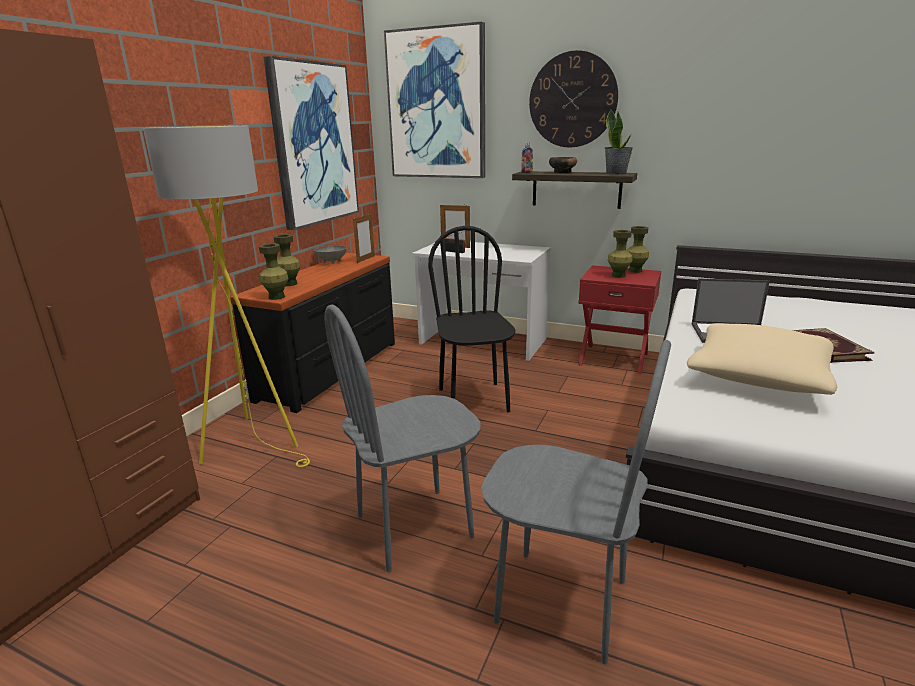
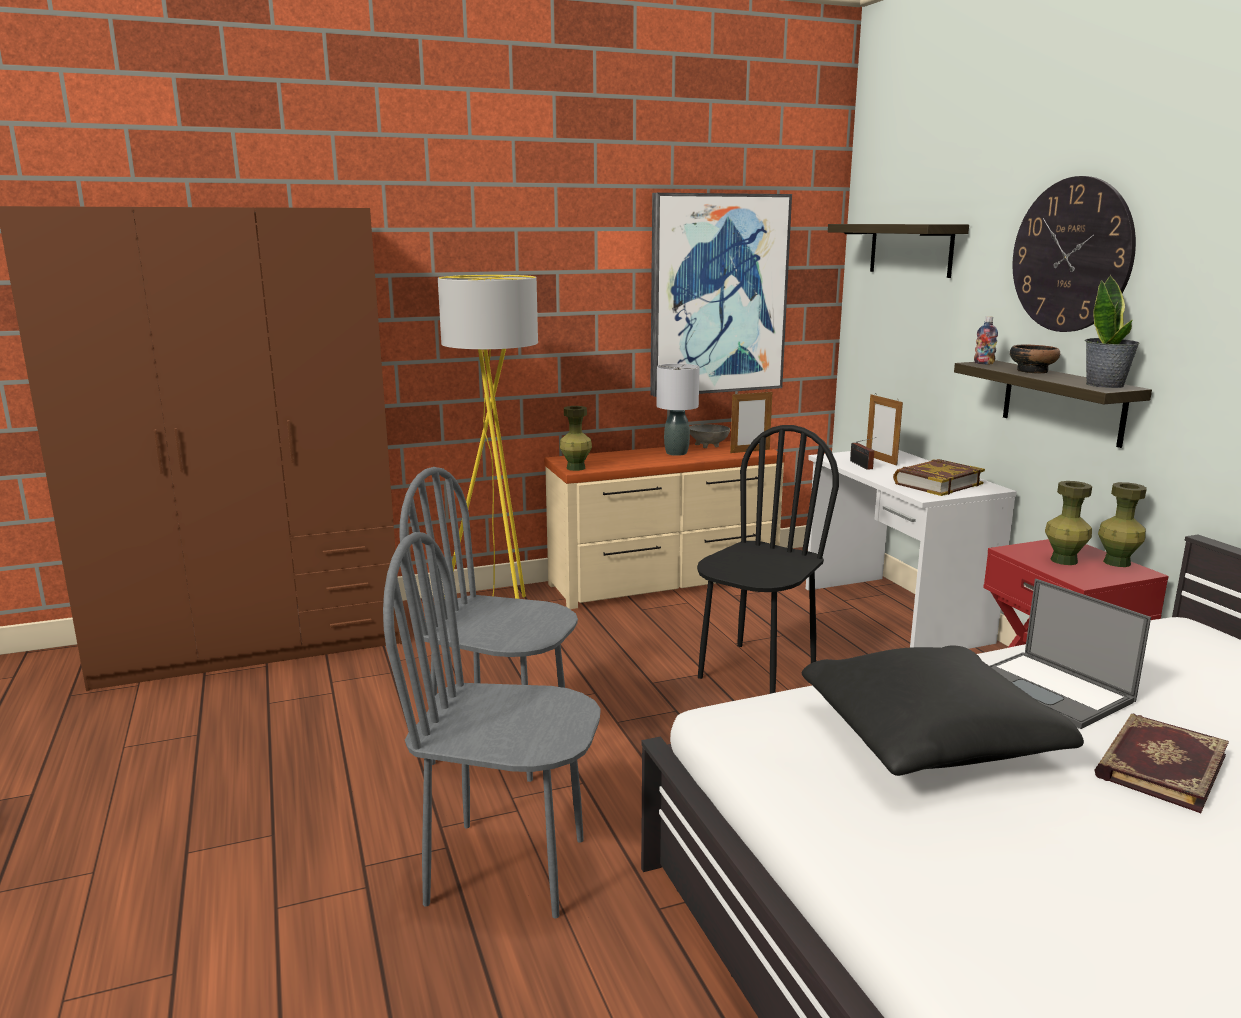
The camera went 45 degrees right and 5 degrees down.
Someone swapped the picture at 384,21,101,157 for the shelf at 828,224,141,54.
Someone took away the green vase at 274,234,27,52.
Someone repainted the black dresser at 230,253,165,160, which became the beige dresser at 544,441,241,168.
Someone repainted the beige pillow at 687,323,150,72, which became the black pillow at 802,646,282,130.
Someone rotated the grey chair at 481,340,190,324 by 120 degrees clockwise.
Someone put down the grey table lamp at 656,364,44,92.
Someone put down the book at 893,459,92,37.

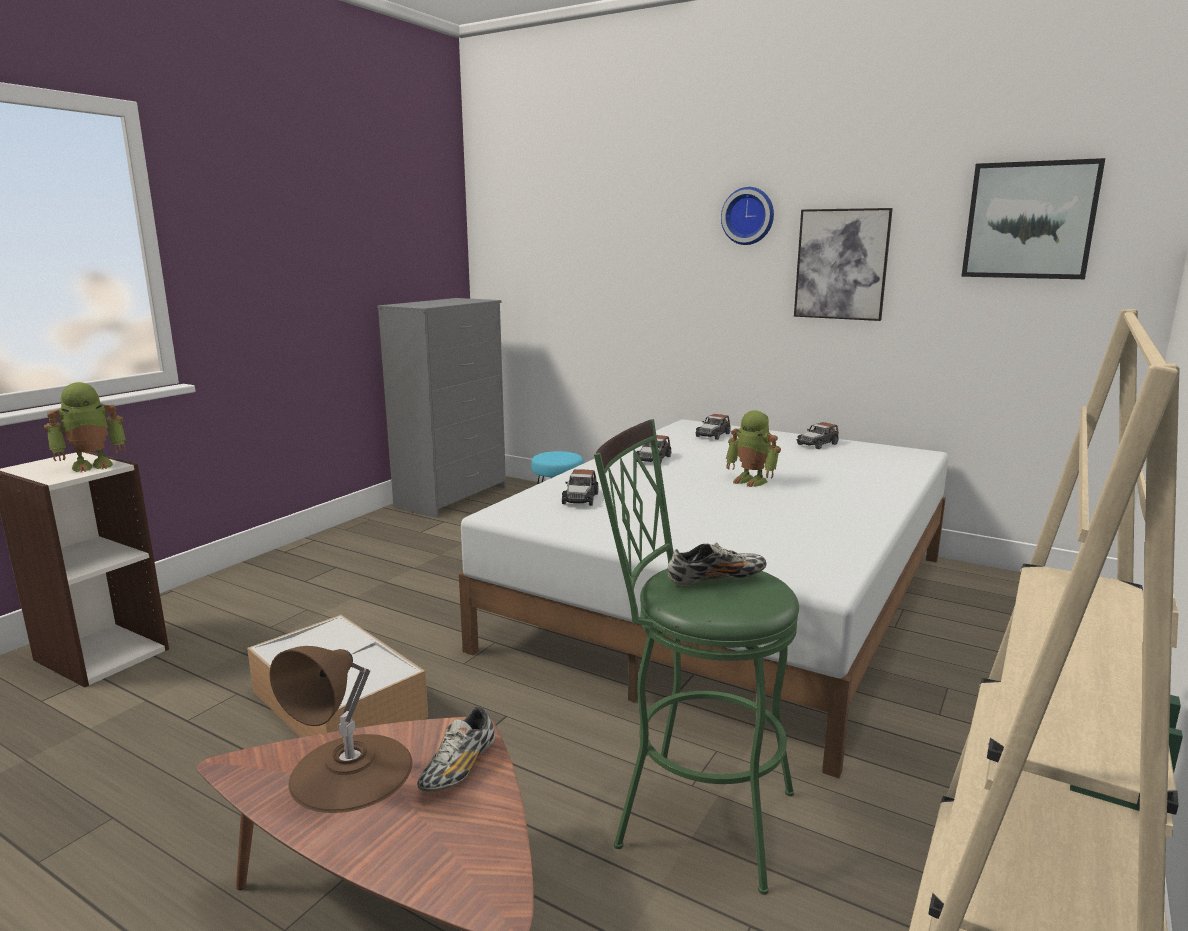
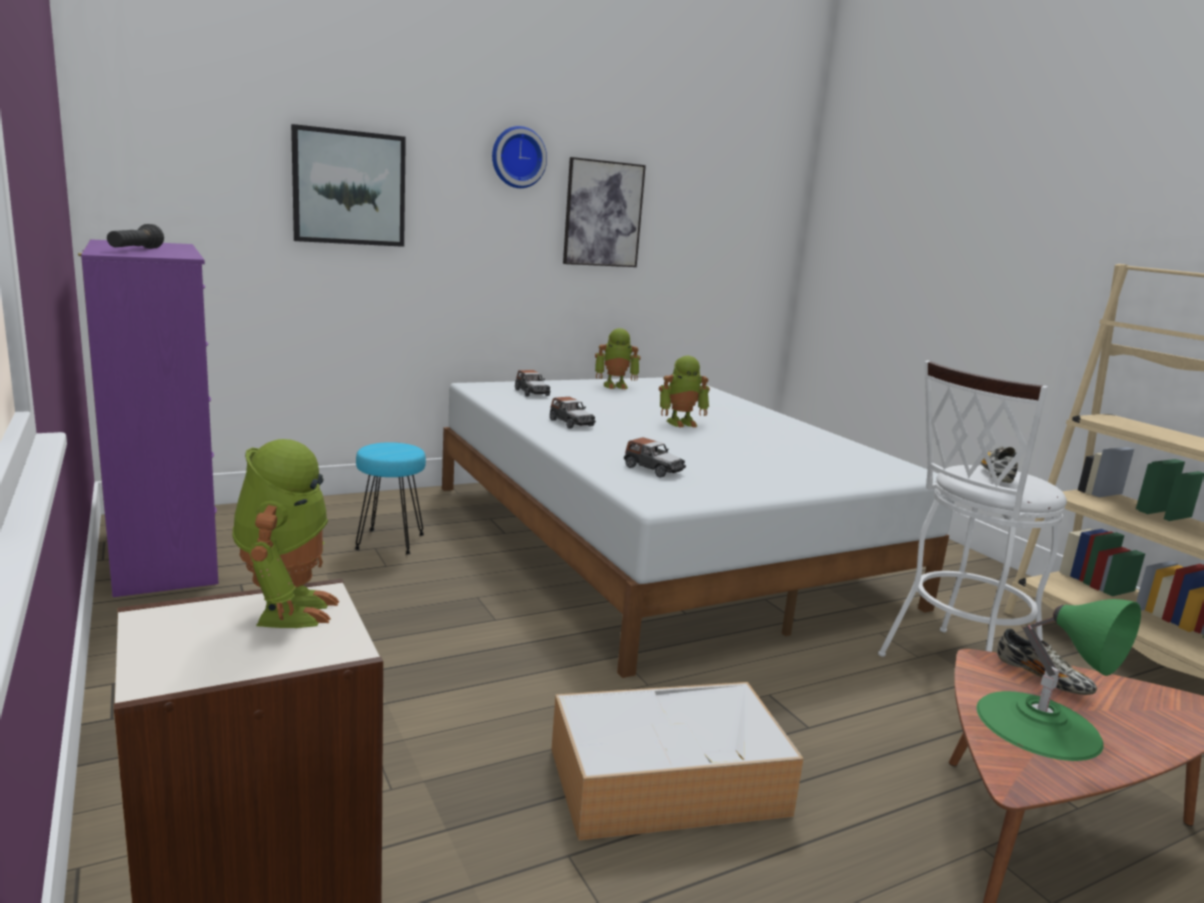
The camera went 60 degrees left and 0 degrees up.
Someone carried the picture from 961,158,144,121 to 291,124,115,123.
Someone repainted the grey dresser at 377,298,129,220, which became the purple dresser at 78,239,141,358.
Someone repainted the green stool at 594,419,205,476, which became the white stool at 878,360,189,297.
Someone swapped the toy car at 796,422,43,27 for the toy robot at 595,328,45,62.
Someone repainted the brown table lamp at 269,646,144,167, which became the green table lamp at 977,599,164,162.
Someone put down the black flashlight at 107,224,57,25.

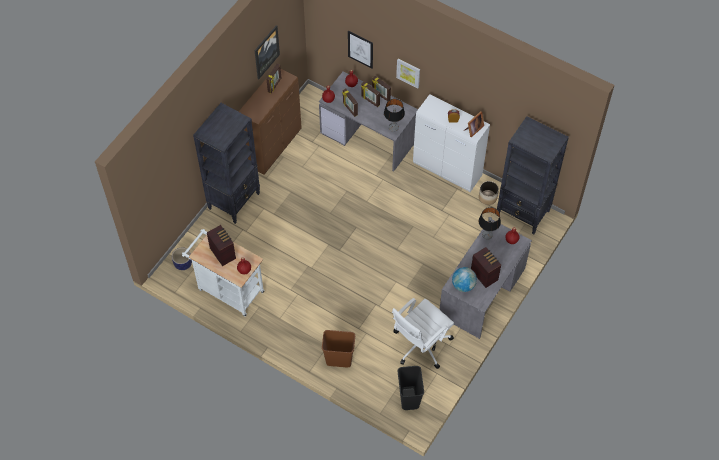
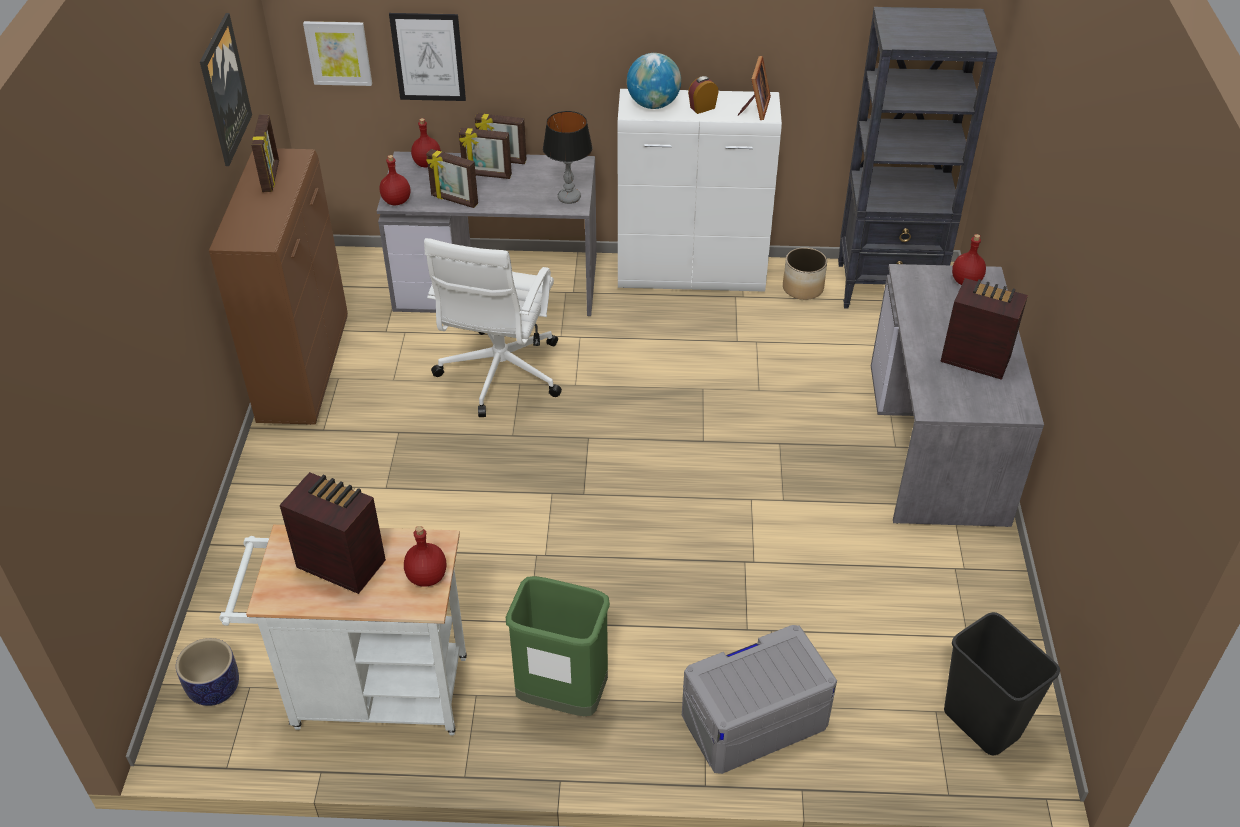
The camera went 30 degrees left and 15 degrees down.
Someone carried the picture from 396,59,24,30 to 303,21,69,65.
Someone took away the black bookcase at 193,103,67,121.
Someone took away the table lamp at 479,207,22,33.
Someone carried the globe from 452,267,25,25 to 627,53,54,56.
Someone carried the white office chair from 392,298,62,71 to 424,238,138,179.
Someone swapped the brown trash can at 322,330,33,38 for the grey storage box at 682,625,155,149.
Someone put down the green trash can at 506,576,104,140.

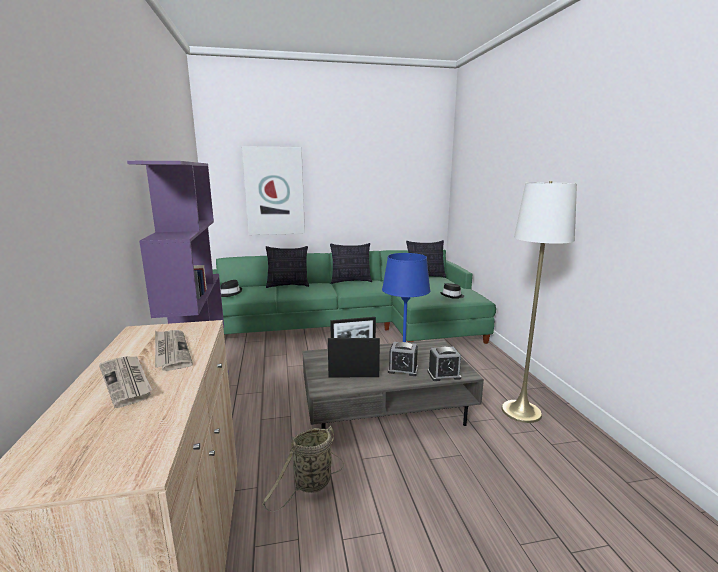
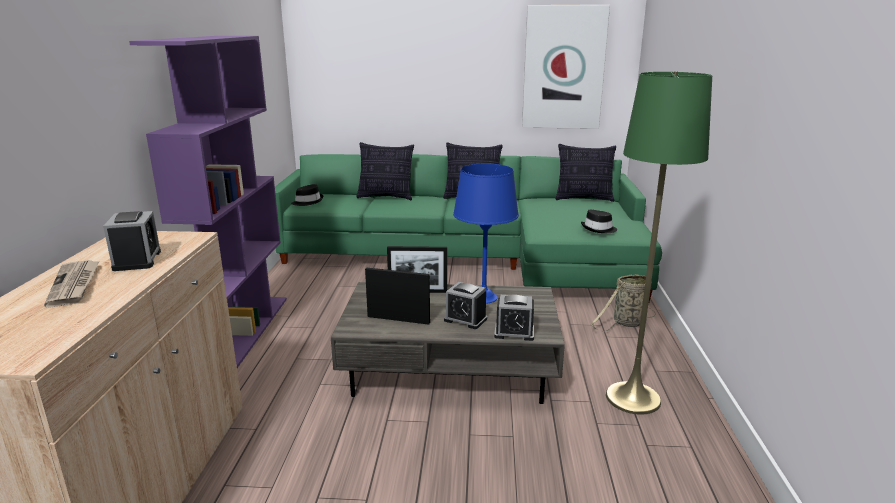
The camera went 15 degrees right and 5 degrees up.
Someone carried the picture from 242,146,63,89 to 522,5,88,124.
Someone repainted the white floor lamp at 502,181,75,242, which became the green floor lamp at 606,71,106,344.
Someone swapped the newspaper at 155,330,38,41 for the alarm clock at 103,211,58,60.
Someone carried the basket from 261,426,83,86 to 591,274,65,58.

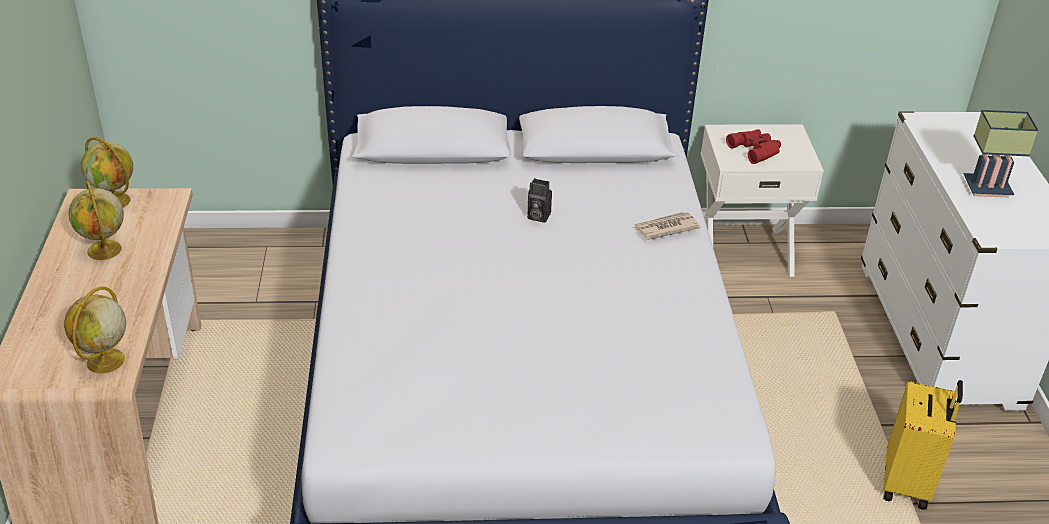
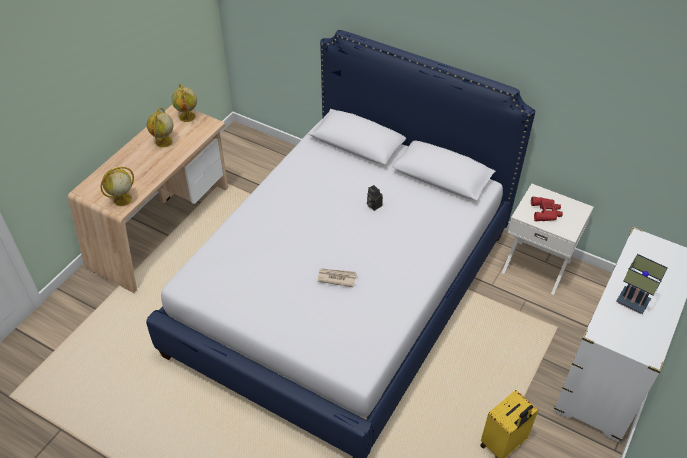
The camera went 35 degrees right and 10 degrees up.
Someone carried the newspaper from 632,212,69,28 to 317,268,40,19.

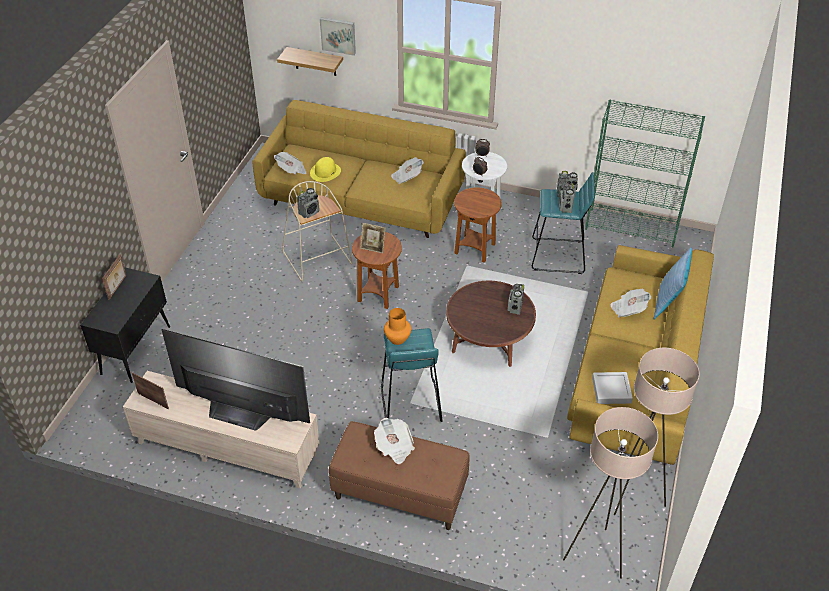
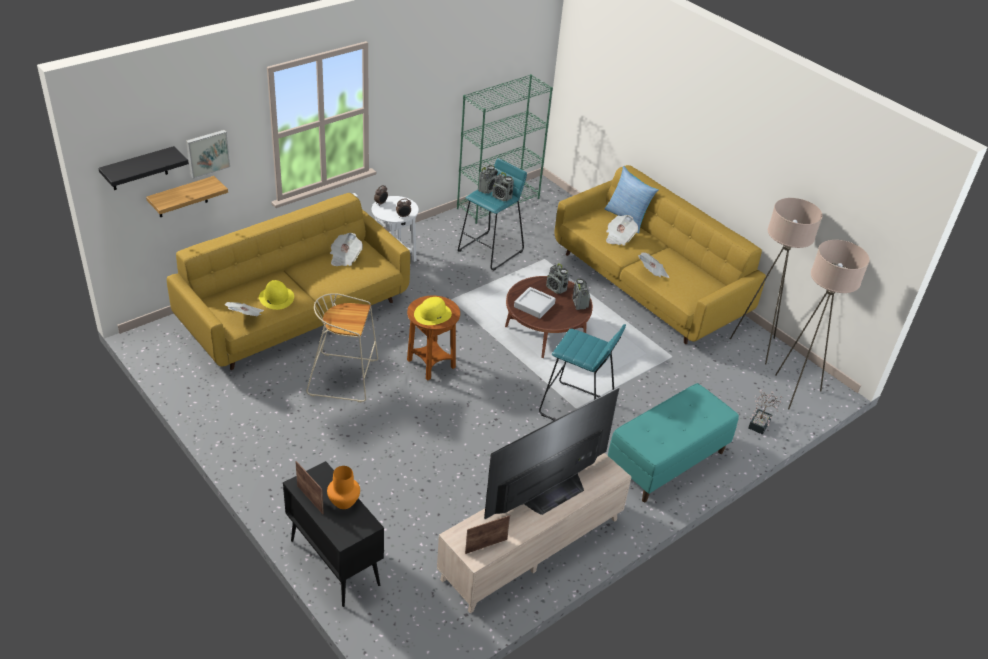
The camera went 60 degrees left and 5 degrees down.
Someone carried the radio from 297,188,23,30 to 572,278,18,32.
Someone took away the brown side table at 454,188,48,75.
Someone swapped the picture frame at 360,223,26,30 for the yellow hat at 414,297,38,28.
Someone carried the orange vase from 384,308,27,37 to 327,466,33,43.
Someone carried the grey tray from 592,372,41,32 to 514,287,42,32.
Someone carried the newspaper from 374,417,41,47 to 638,253,31,25.
Someone repainted the brown bench at 329,421,141,109, which became the turquoise bench at 608,383,131,119.
Someone put up the black shelf at 98,146,91,44.
Someone put down the potted plant at 748,389,35,46.

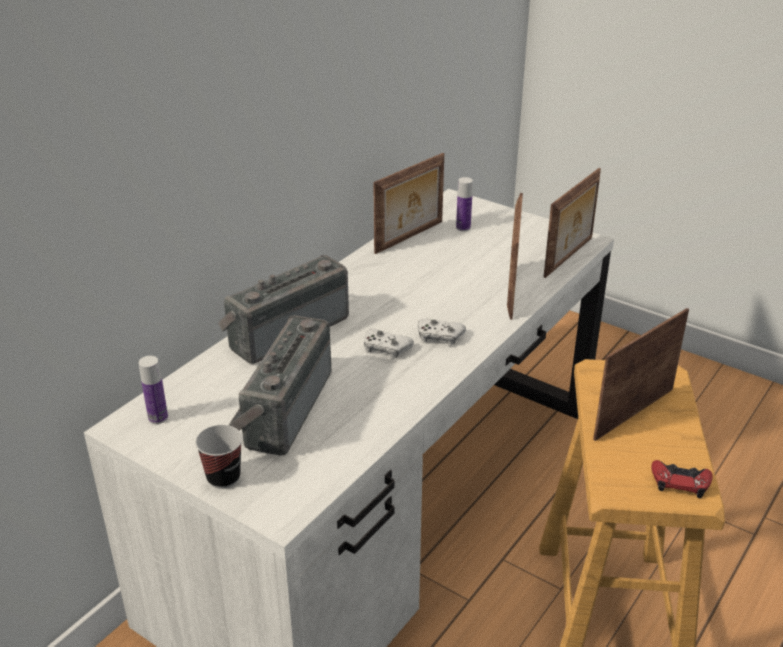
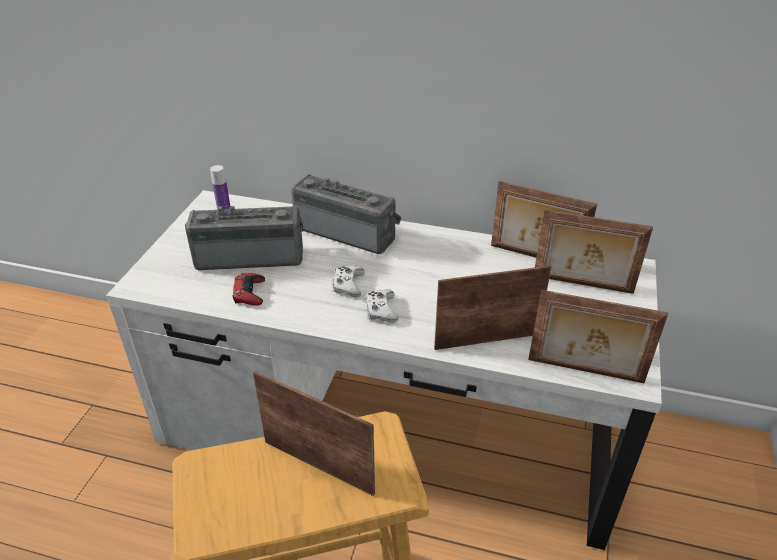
The camera went 70 degrees right and 5 degrees up.
Someone swapped the bottle at 456,177,17,54 for the picture frame at 535,210,118,84.
Someone took away the cup at 195,425,47,64.
Someone carried the red game controller from 651,460,62,38 to 232,273,33,33.

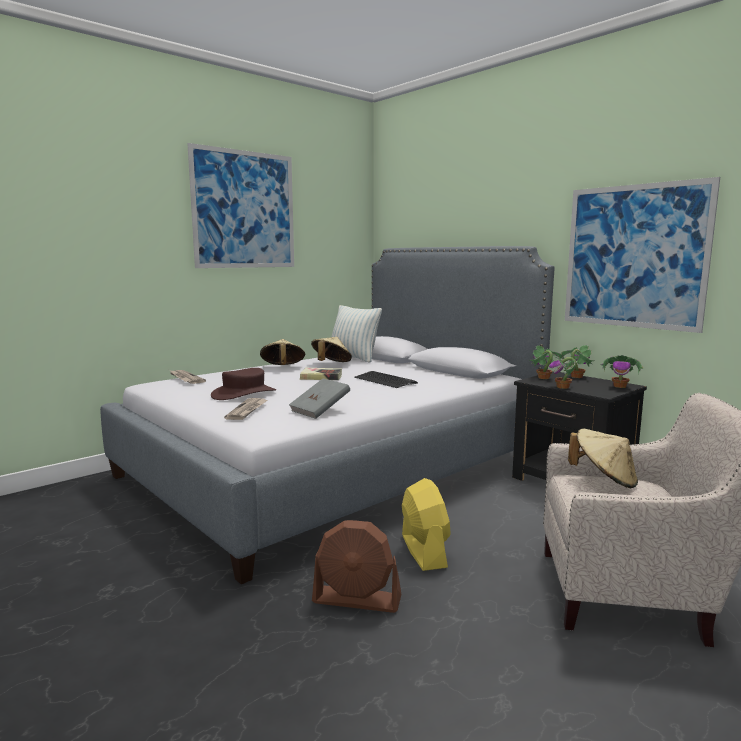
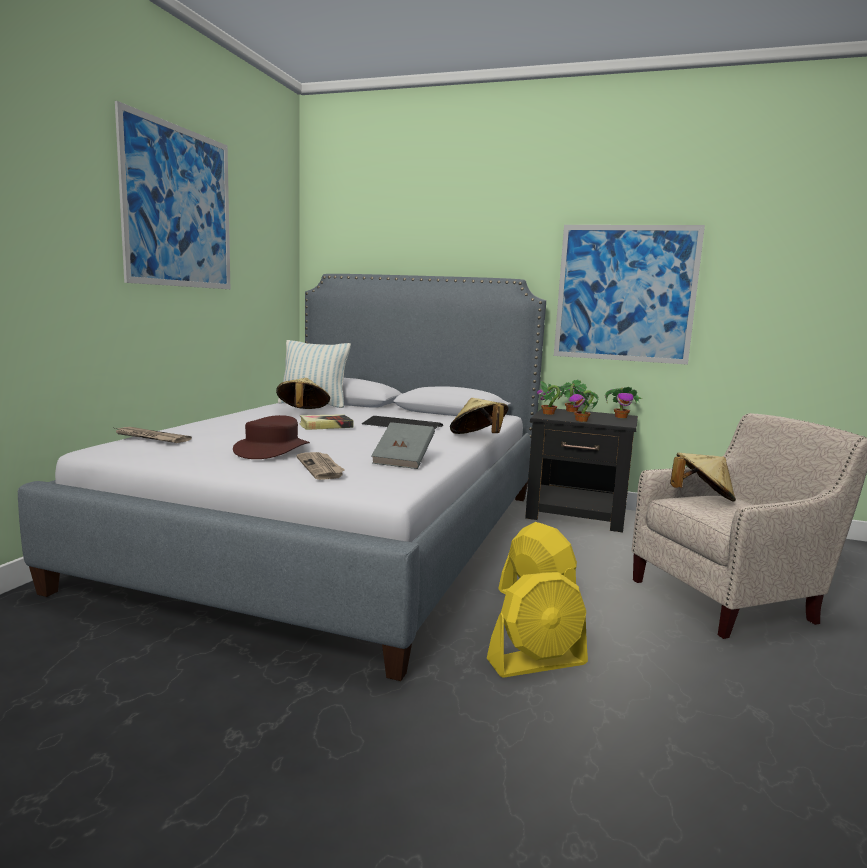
The camera went 30 degrees left and 0 degrees up.
Someone carried the beige hat from 260,339,45,26 to 450,398,58,36.
Someone repainted the brown fan at 312,520,90,93, which became the yellow fan at 487,572,101,105.

